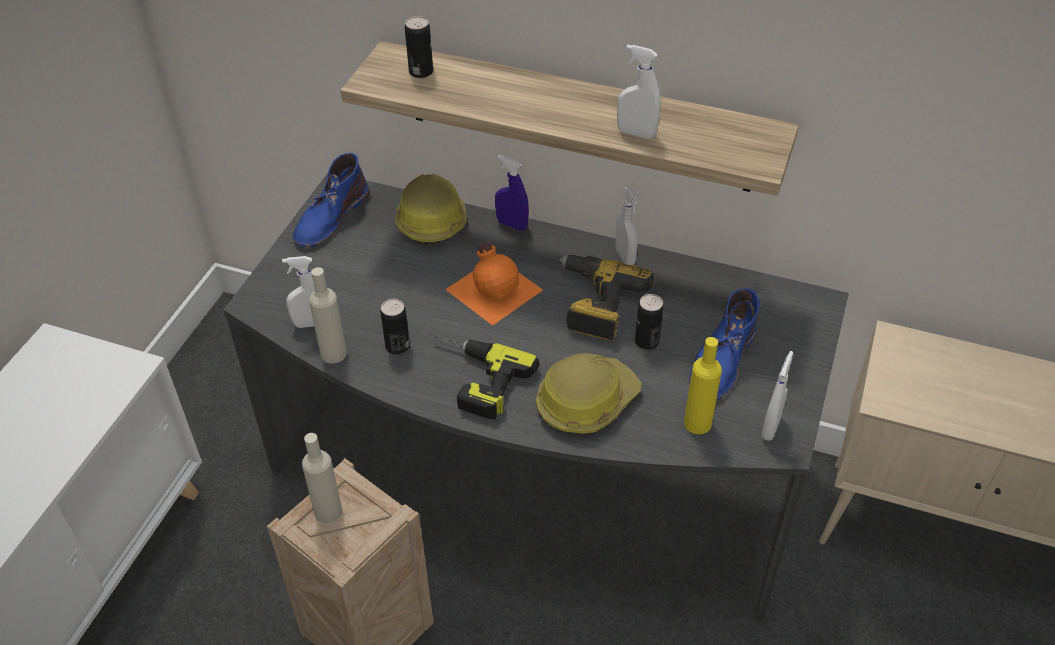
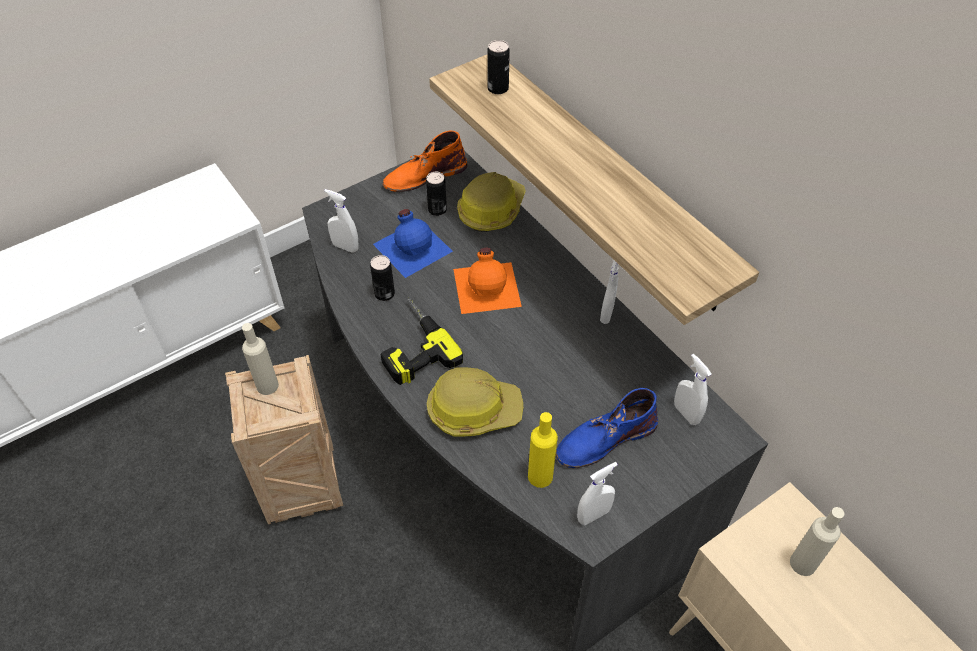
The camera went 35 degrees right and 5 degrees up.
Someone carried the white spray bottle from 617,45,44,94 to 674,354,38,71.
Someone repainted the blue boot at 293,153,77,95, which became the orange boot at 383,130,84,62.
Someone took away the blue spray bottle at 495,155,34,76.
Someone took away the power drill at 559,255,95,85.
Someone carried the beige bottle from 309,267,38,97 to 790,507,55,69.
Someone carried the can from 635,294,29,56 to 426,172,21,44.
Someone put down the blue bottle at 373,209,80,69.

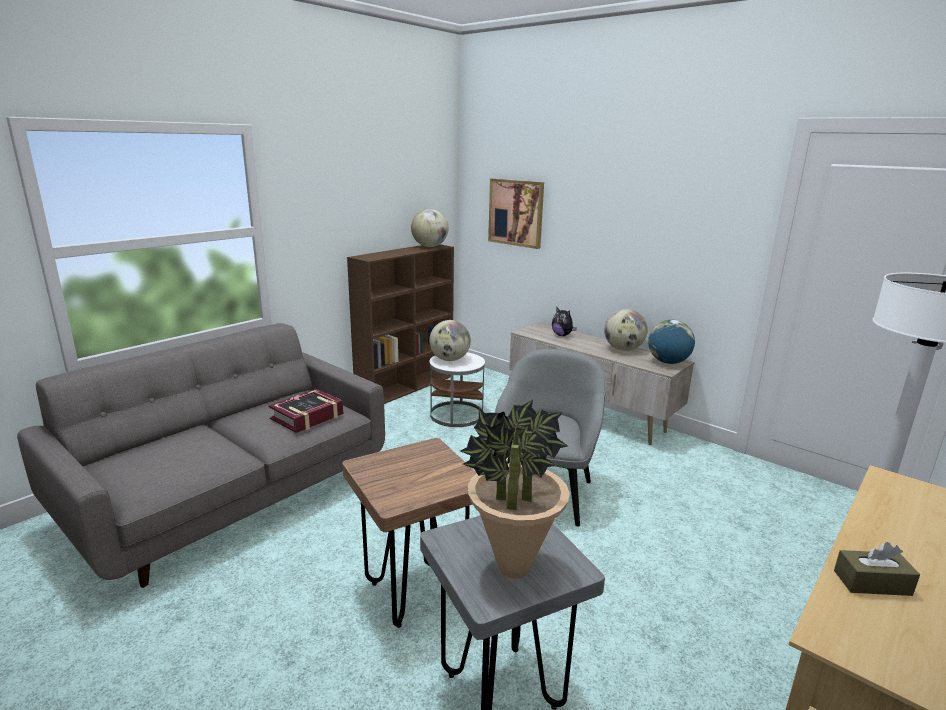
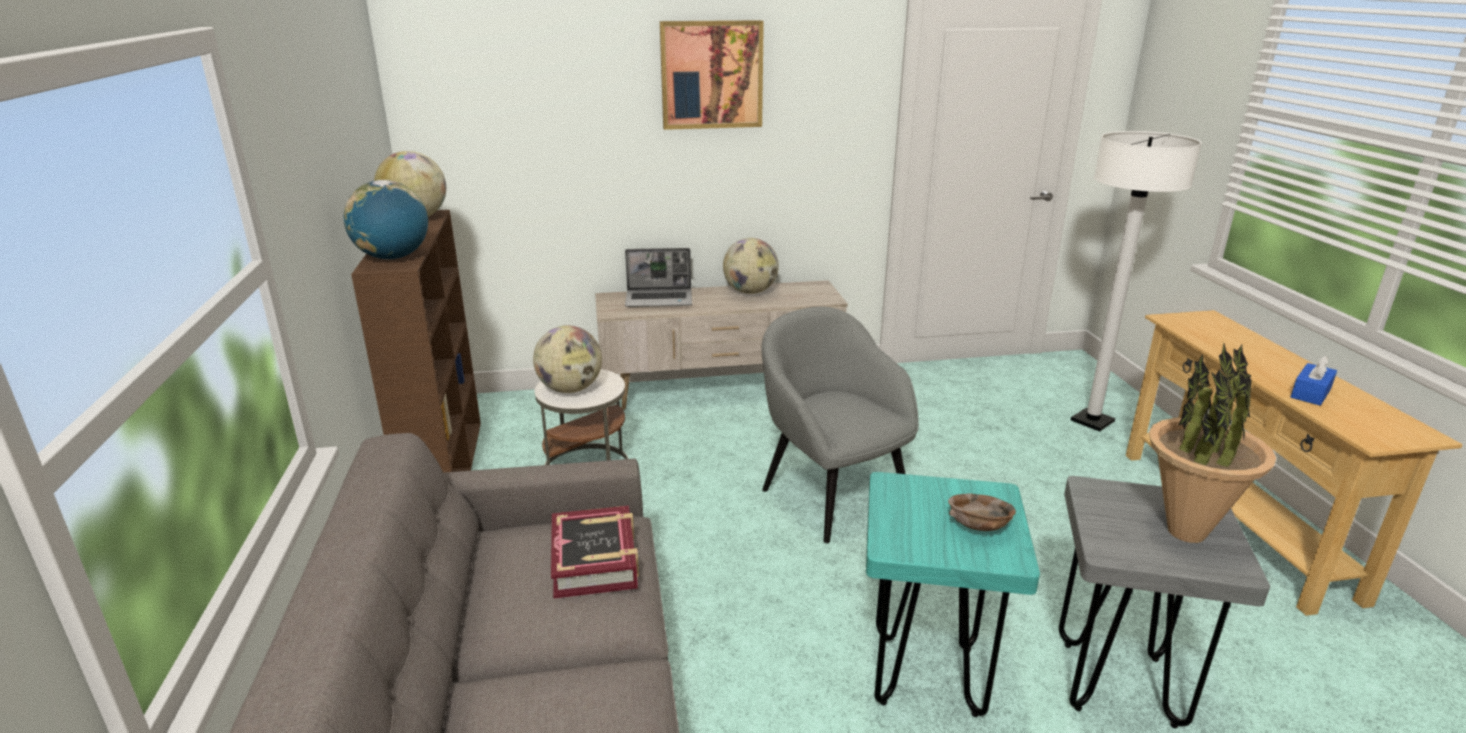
The camera went 50 degrees left and 5 degrees up.
Someone carried the picture from 488,178,56,71 to 660,20,104,110.
Someone swapped the plush toy at 552,307,25,29 for the laptop at 625,248,67,59.
Someone carried the globe from 648,320,47,44 to 344,180,84,80.
Someone repainted the brown stool at 342,438,135,190, which became the turquoise stool at 866,472,174,245.
Someone repainted the brown tissue box at 834,542,86,54, which became the blue tissue box at 1291,356,46,50.
Someone put down the brown bowl at 948,494,68,37.

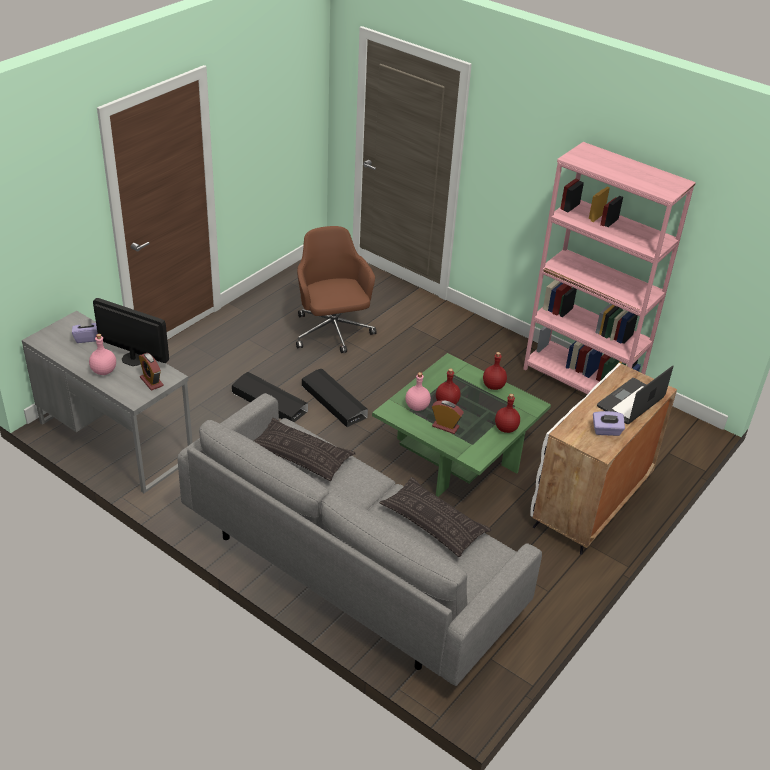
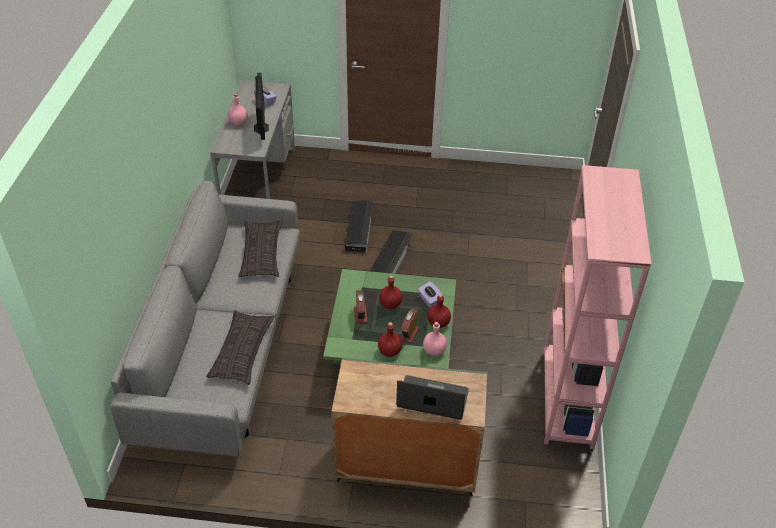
The camera went 60 degrees right and 5 degrees up.
Someone took away the brown office chair at 296,226,80,127.
Someone carried the alarm clock from 139,353,25,38 to 400,309,19,35.
Someone repainted the white cabinet at 530,363,147,192, which became the green cabinet at 332,358,155,139.
Someone carried the pink bottle from 405,372,26,39 to 423,322,24,34.
Someone carried the purple tissue box from 593,411,32,25 to 418,281,26,27.

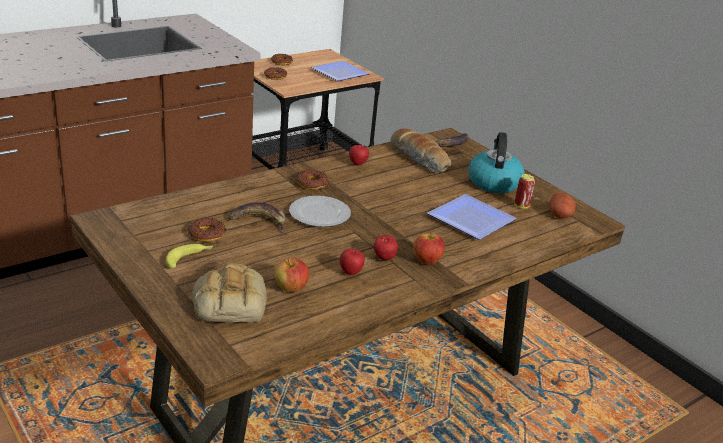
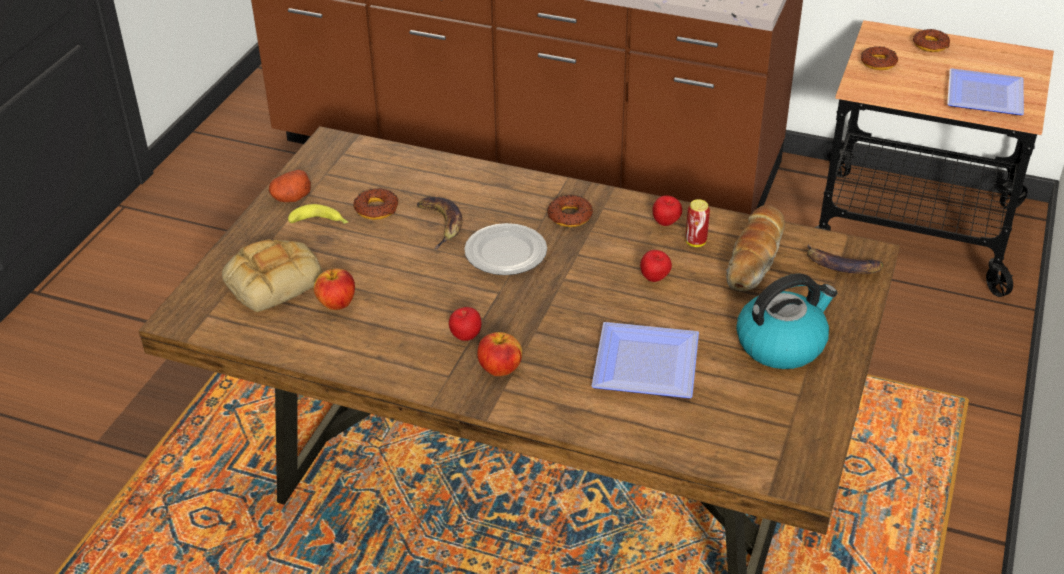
The camera went 60 degrees right and 10 degrees up.
Someone carried the can from 514,174,21,35 to 686,199,24,48.
Someone carried the potato from 549,193,27,25 to 269,170,42,32.
Someone carried the apple from 340,249,25,26 to 640,250,32,32.

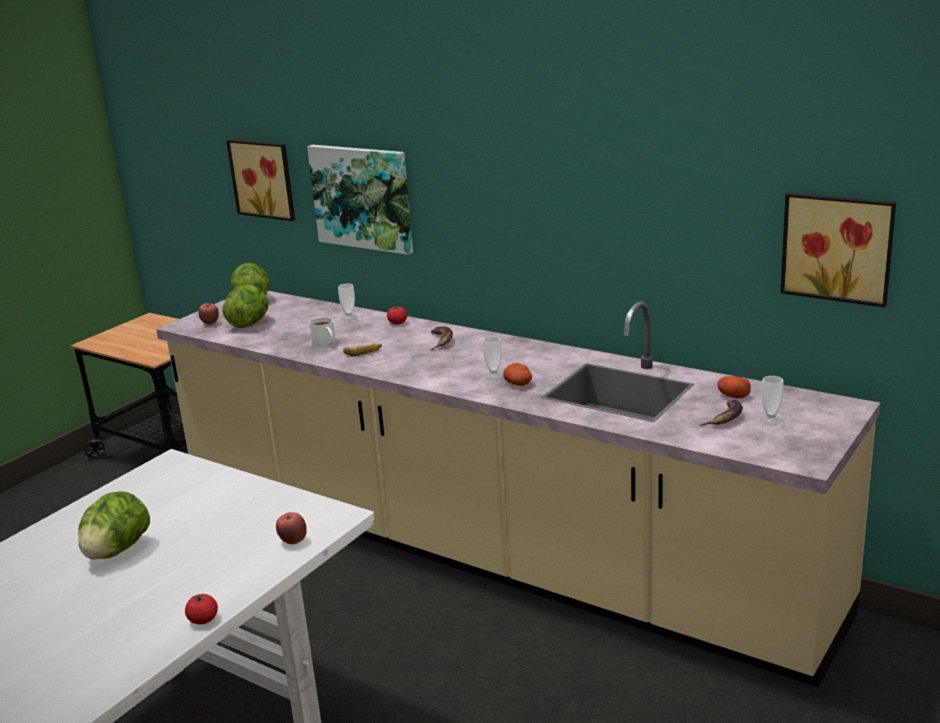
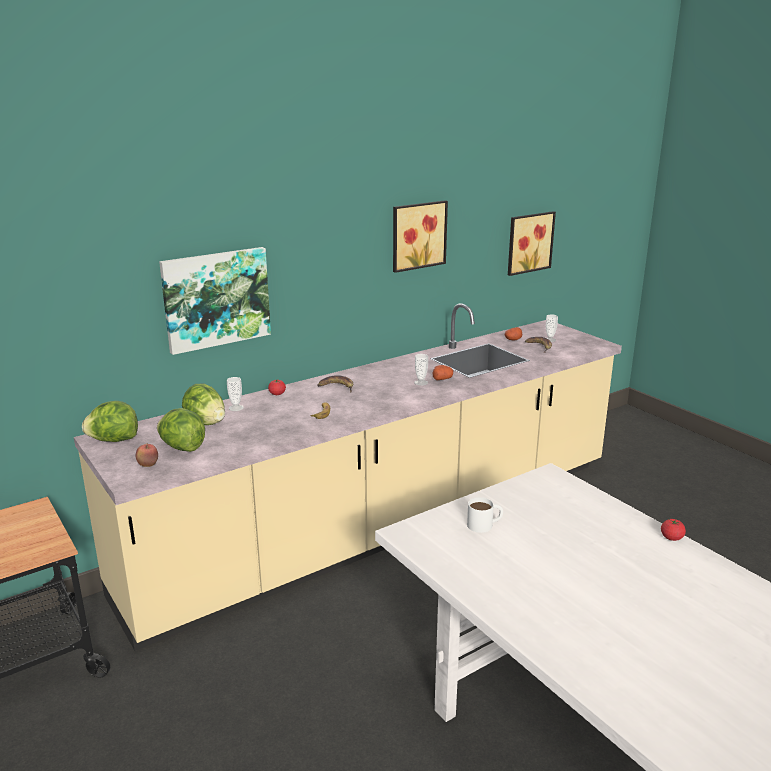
The camera went 70 degrees left and 0 degrees up.
Someone carried the picture from 226,140,69,81 to 393,200,55,73.
Someone carried the white mug from 309,317,27,30 to 467,497,36,36.
Someone carried the lettuce from 78,492,72,68 to 182,383,43,42.
Someone took away the apple at 276,512,31,32.

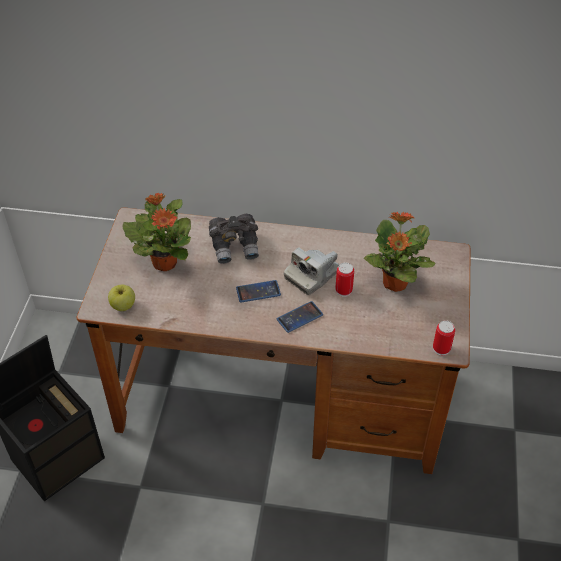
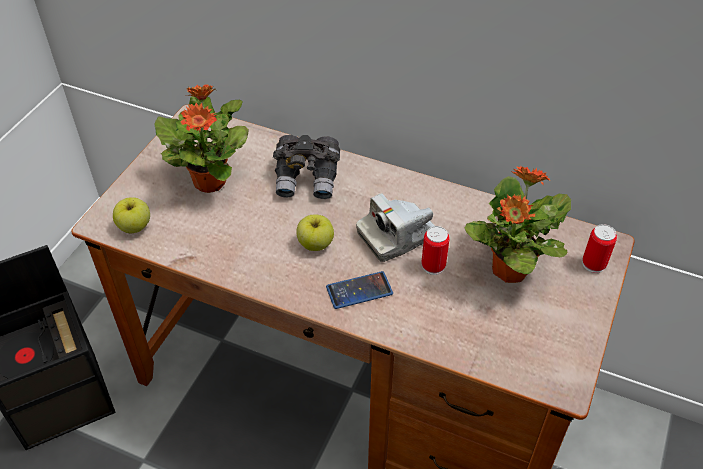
The camera went 15 degrees right and 0 degrees up.
Someone swapped the phone at 236,280,45,23 for the apple at 296,214,38,37.
Someone carried the can from 433,320,22,36 to 582,224,35,49.

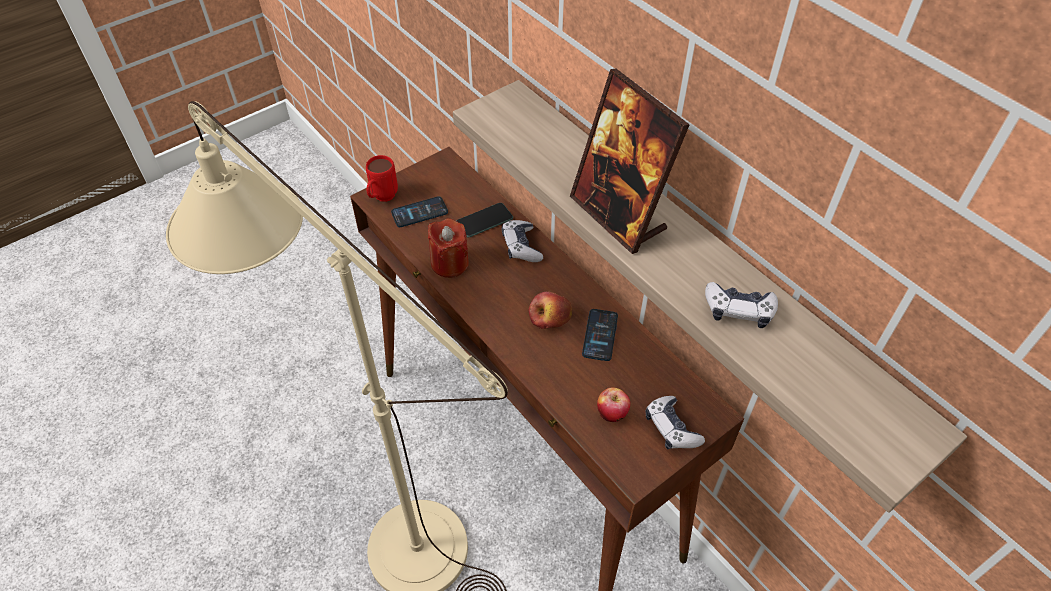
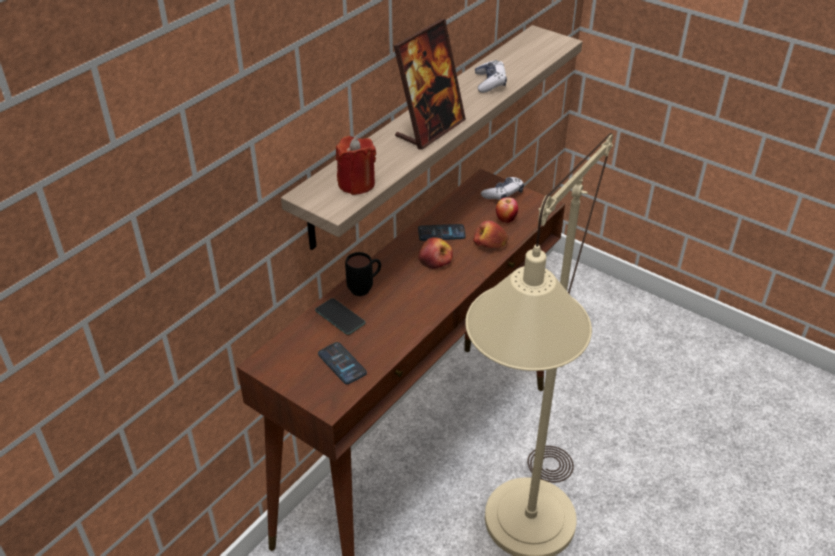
The camera went 105 degrees left and 10 degrees down.
Someone took away the red mug at 366,155,32,47.
Someone carried the red candle from 428,218,41,60 to 336,136,40,59.
Someone swapped the game controller at 502,220,41,42 for the black mug at 345,252,36,44.
Someone put down the apple at 473,221,36,27.

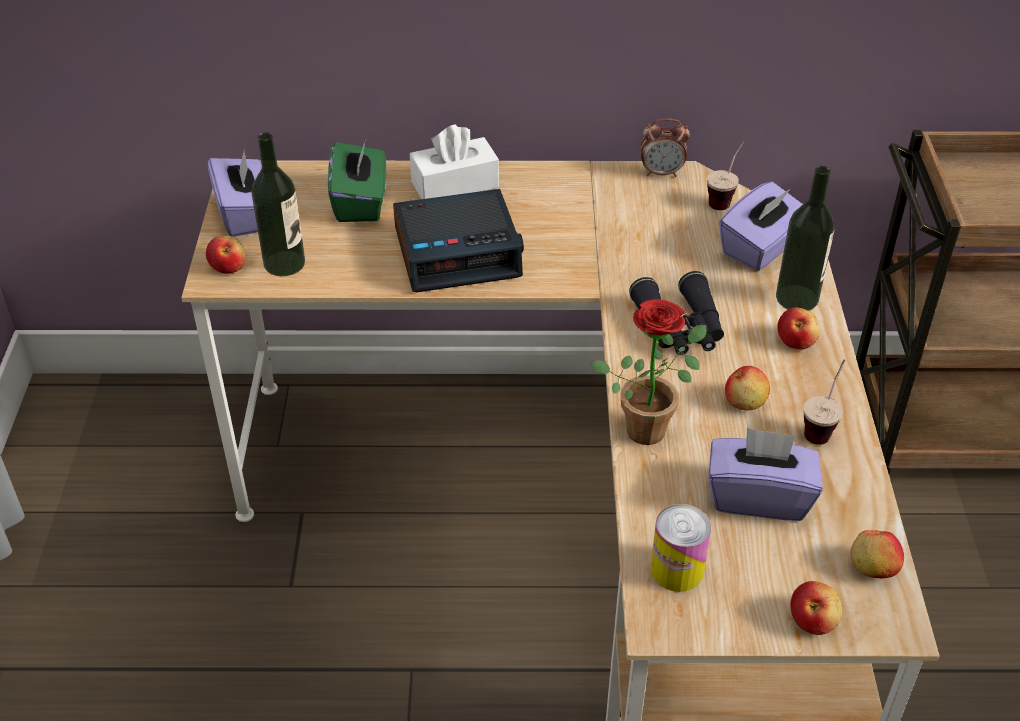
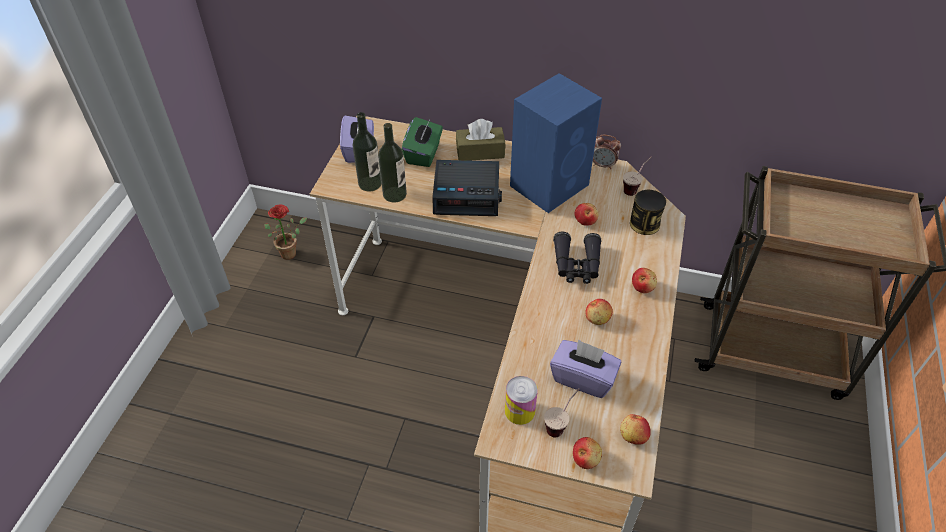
The camera went 15 degrees right and 5 degrees up.
Someone repainted the white tissue box at 410,124,89,75, which became the brown tissue box at 456,119,49,42.
Someone carried the bottle from 776,166,59,145 to 378,123,29,80.
Someone swapped the purple tissue box at 719,182,84,89 for the can at 630,190,36,45.
Someone carried the apple from 206,236,41,38 to 575,203,23,23.
Someone carried the potted plant from 591,299,116,146 to 264,205,43,55.
Someone carried the cup from 804,360,41,85 to 544,388,36,50.
Someone put down the blue speaker at 510,73,92,140.

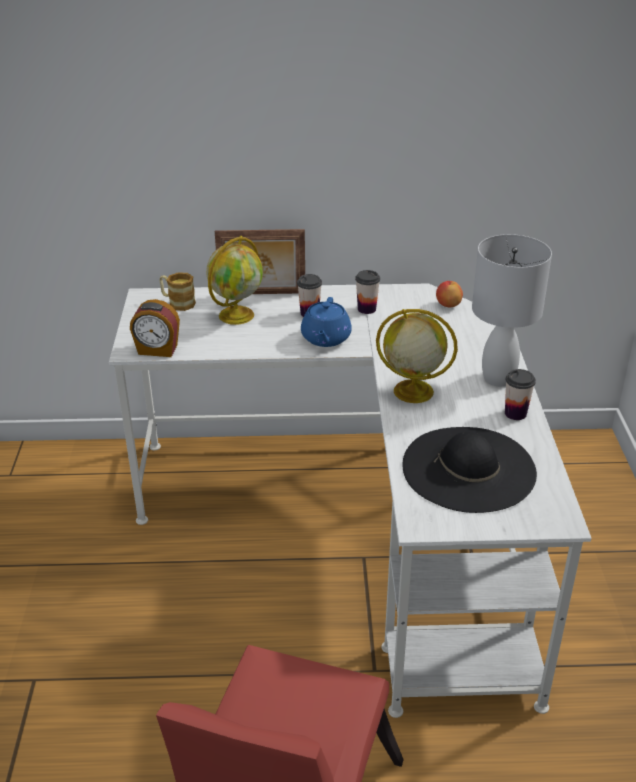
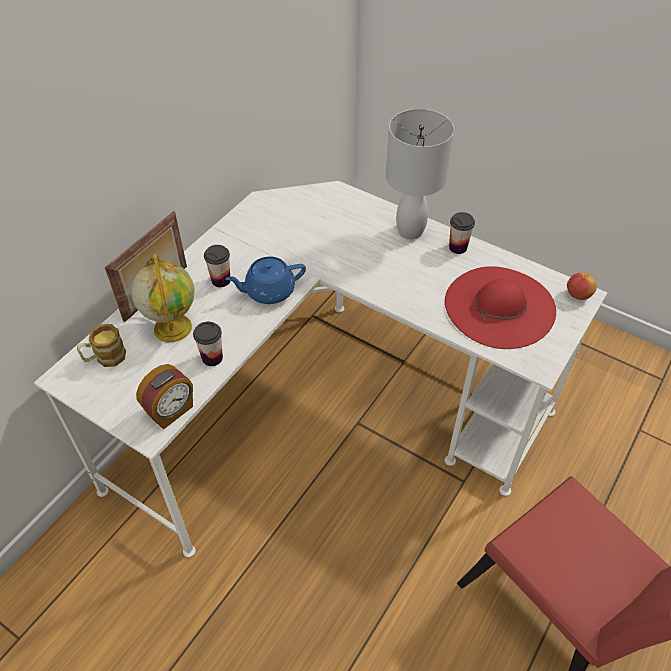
The camera went 55 degrees left and 15 degrees up.
Someone carried the cup from 355,270,25,44 to 193,321,30,45.
Someone carried the apple from 436,280,27,27 to 567,272,30,28.
Someone rotated the blue teapot at 301,297,51,50 by 120 degrees clockwise.
Someone took away the globe at 376,309,82,94.
Someone repainted the black hat at 403,427,134,86, which became the red hat at 445,266,111,83.

